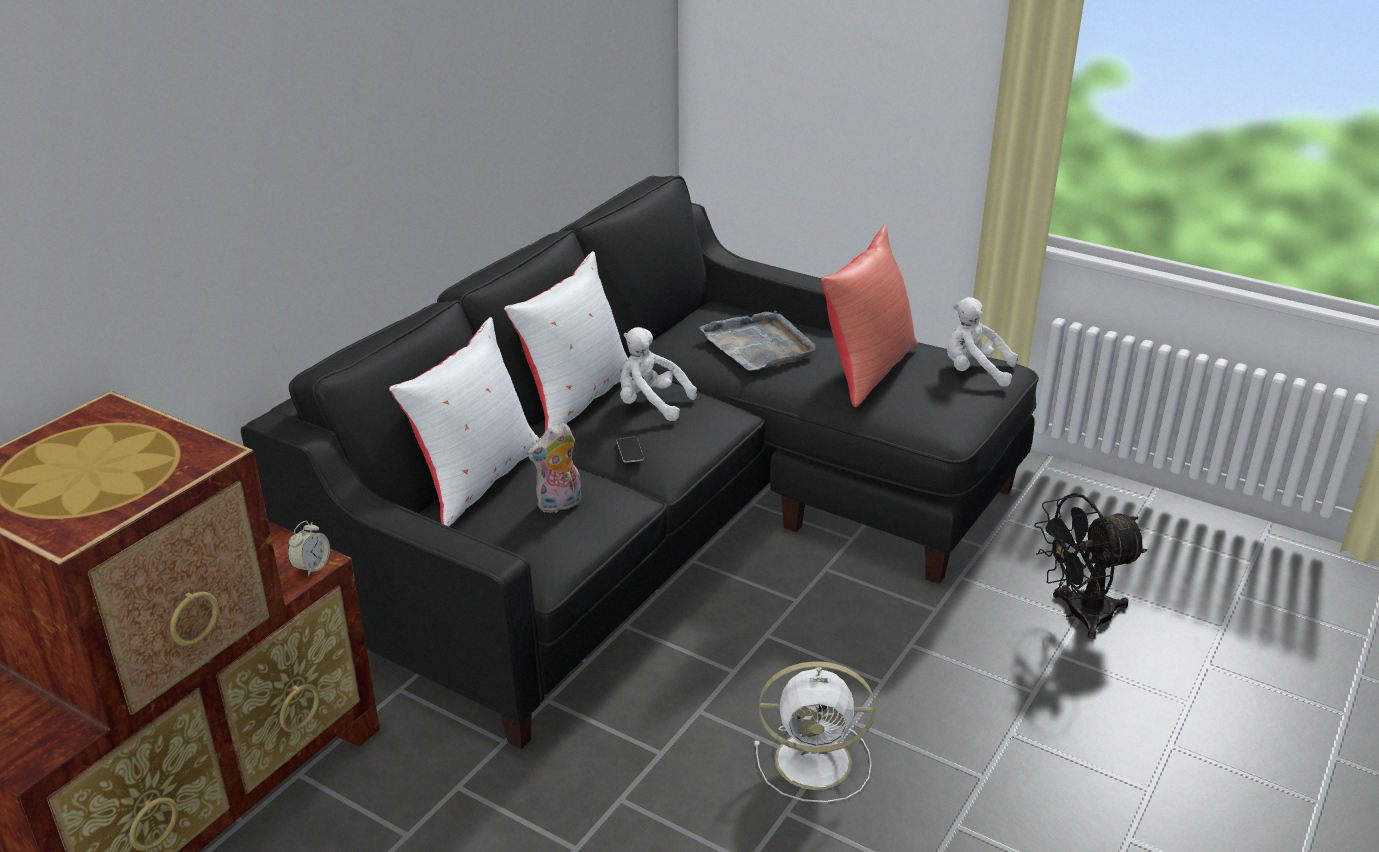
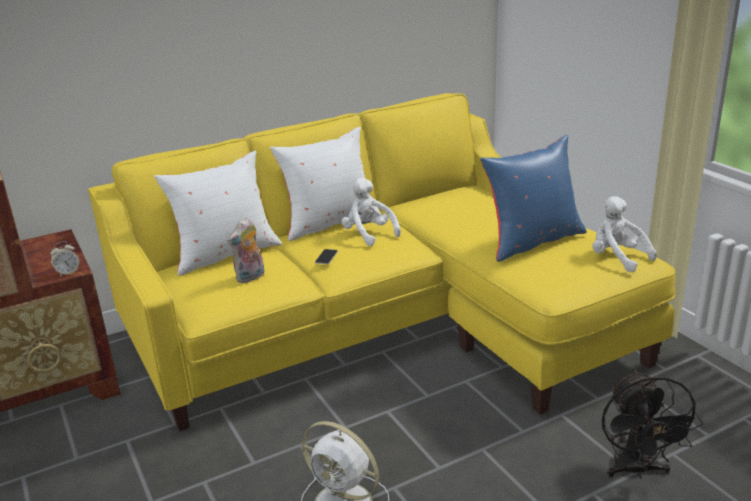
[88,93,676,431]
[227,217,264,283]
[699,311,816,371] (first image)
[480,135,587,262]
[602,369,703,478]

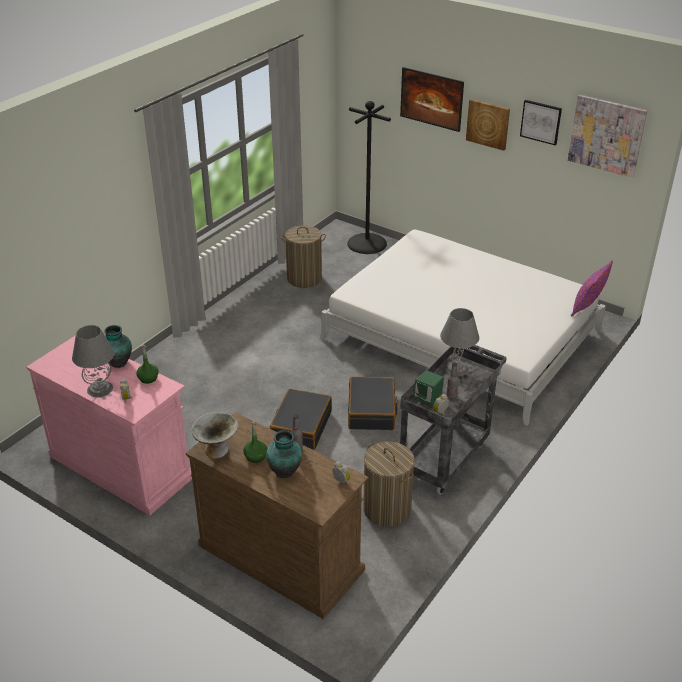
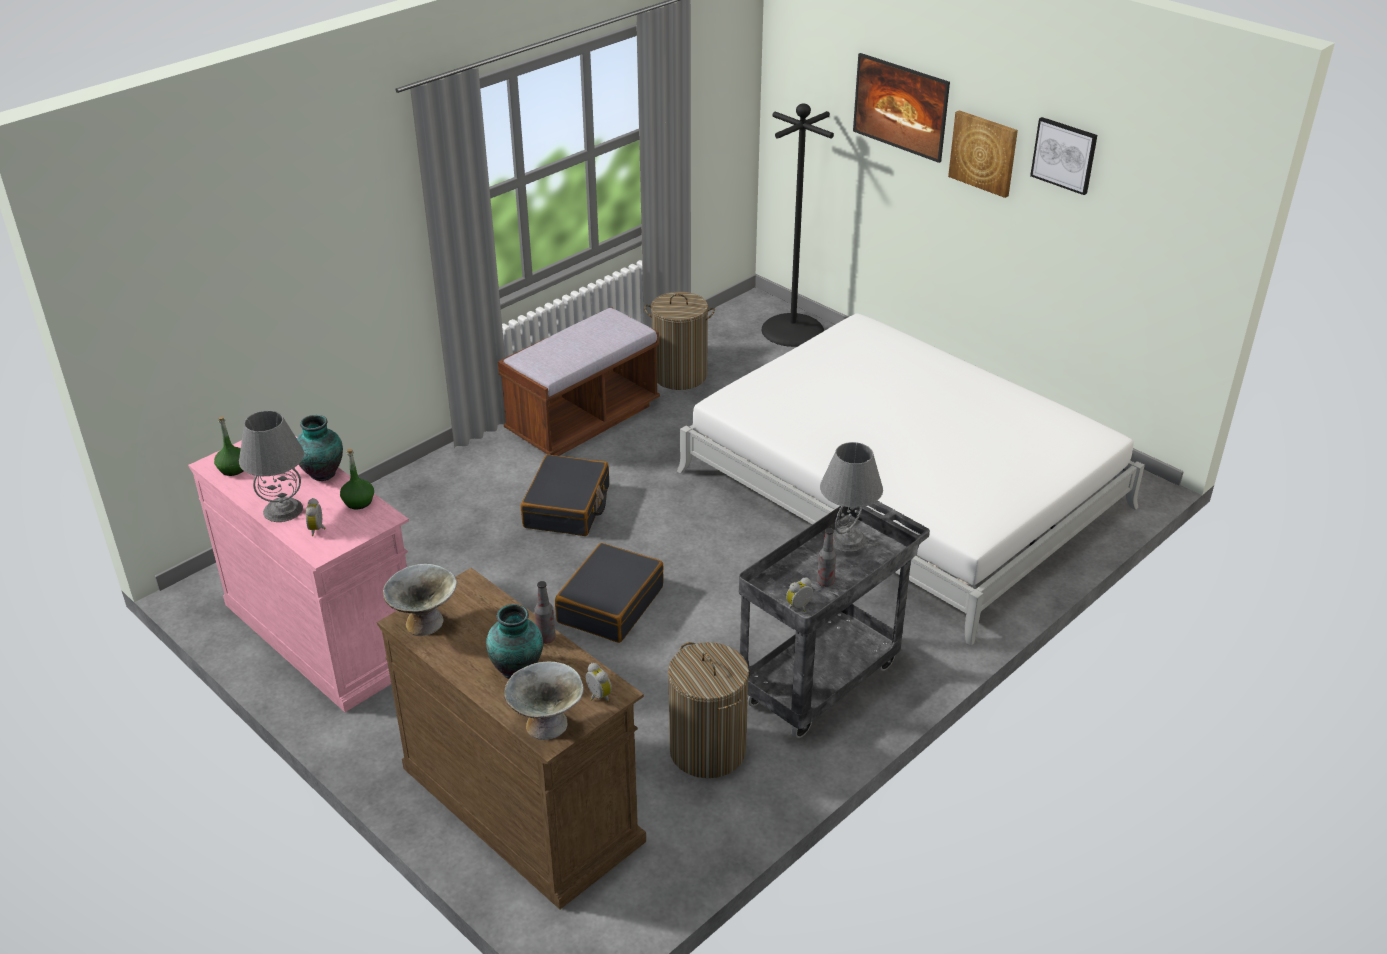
[214,417,243,476]
[521,455,609,536]
[414,370,444,407] (first image)
[568,95,648,178] (first image)
[571,260,613,317] (first image)
[498,307,660,456]
[504,662,584,740]

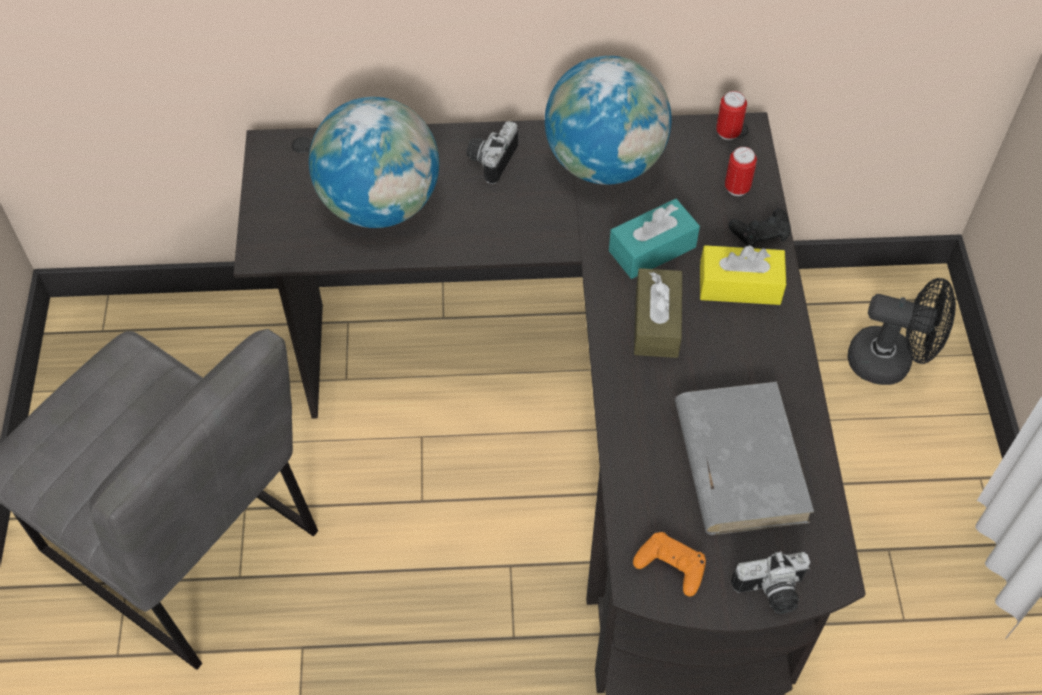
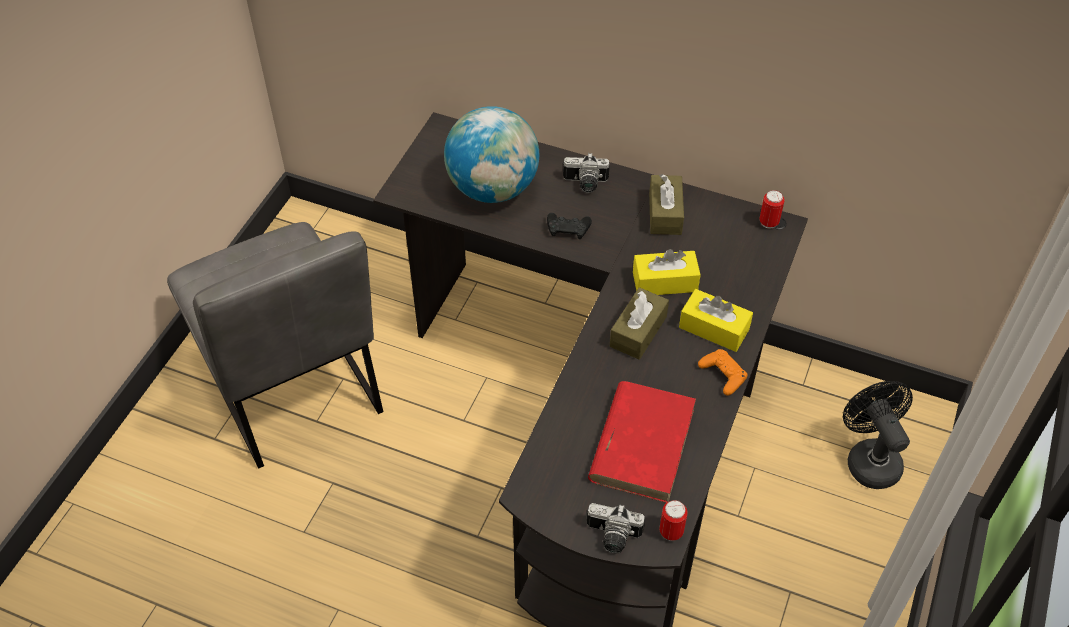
[563,153,610,193]
[649,174,684,235]
[633,249,701,295]
[698,349,747,395]
[588,381,696,503]
[659,500,688,541]
[547,213,592,239]
[843,381,913,489]

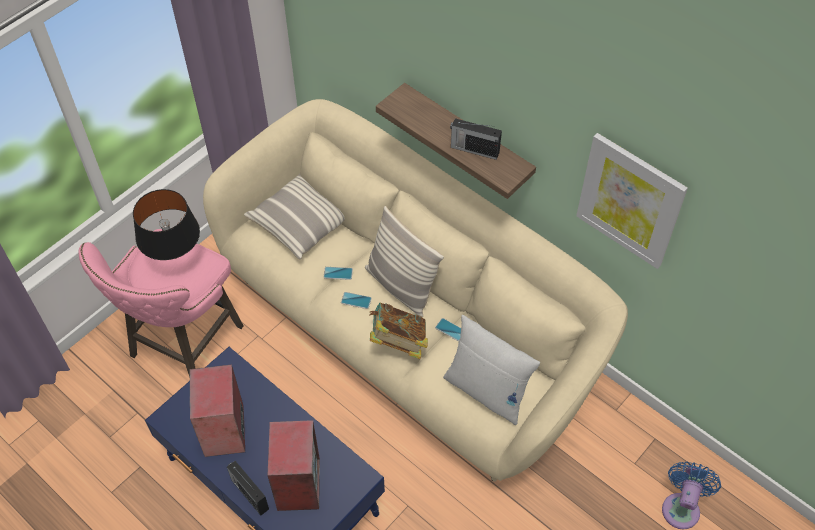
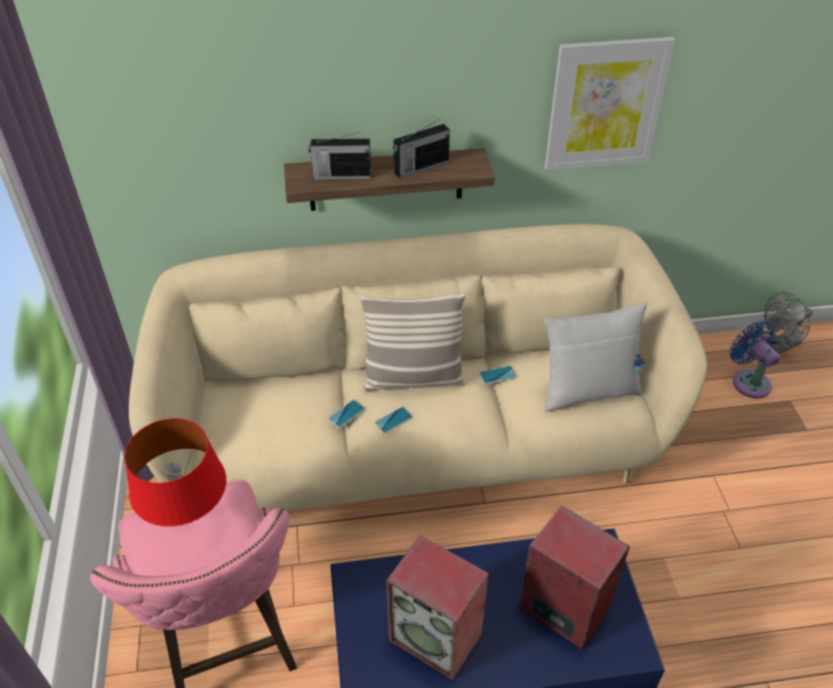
[124,418,226,527]
[308,132,371,180]
[244,174,345,259] (first image)
[369,303,428,359] (first image)
[764,292,813,354]

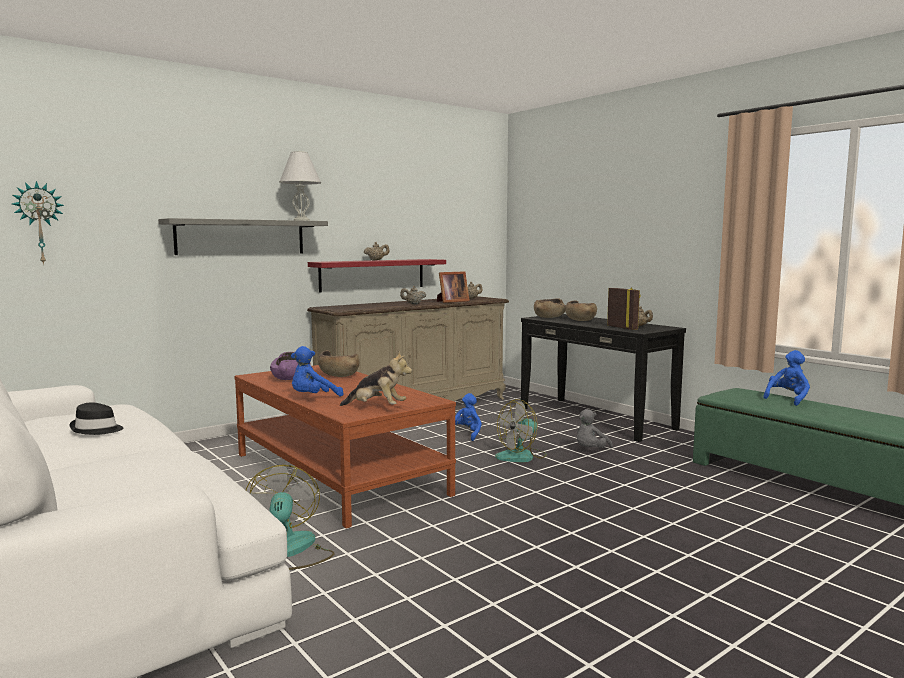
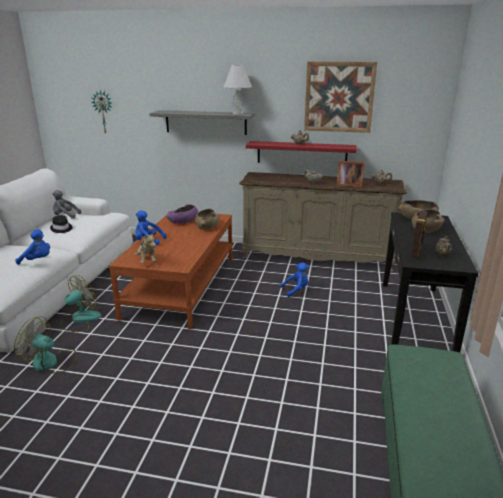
[14,316,77,374]
[52,190,81,219]
[15,229,50,265]
[304,62,377,133]

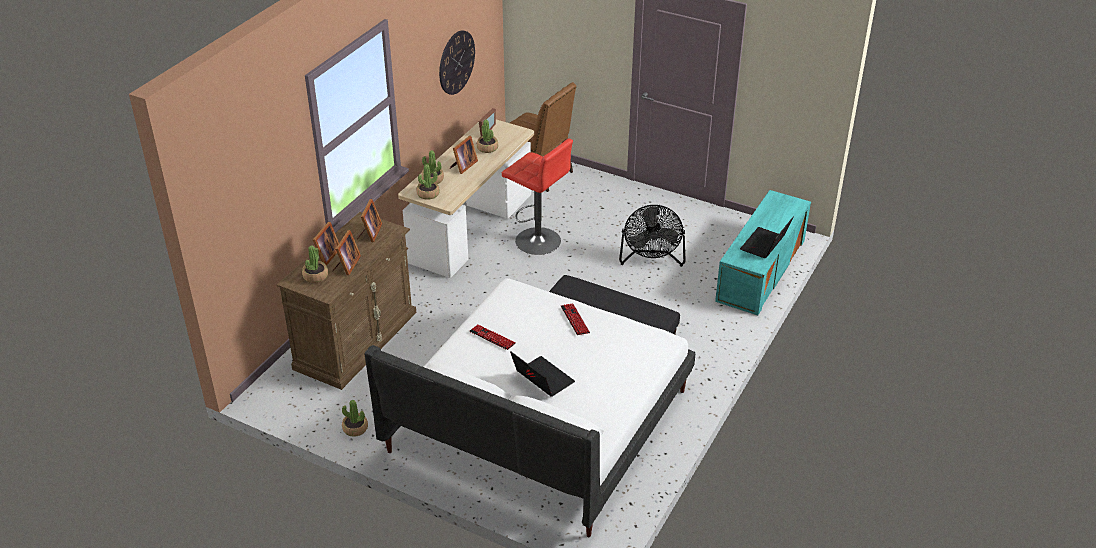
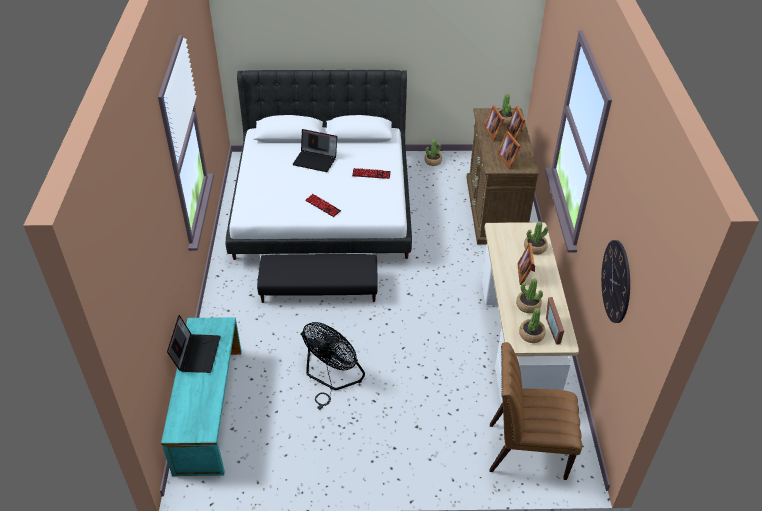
[519,308,546,343]
[502,139,573,255] (first image)
[300,322,365,410]

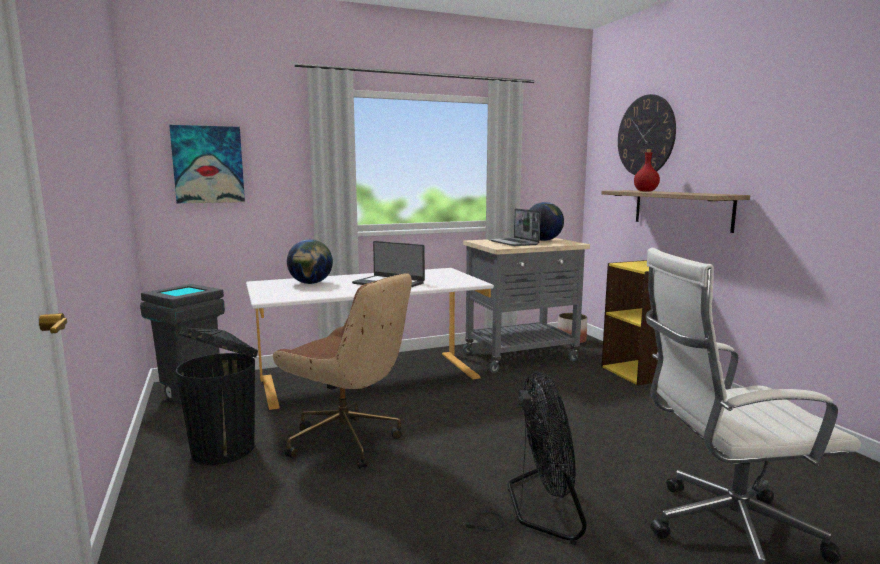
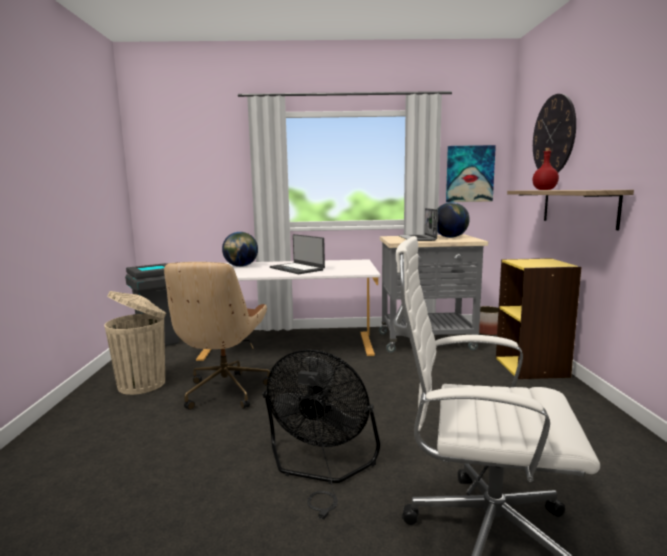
[446,145,496,202]
[104,291,166,395]
[164,262,271,410]
[262,350,380,520]

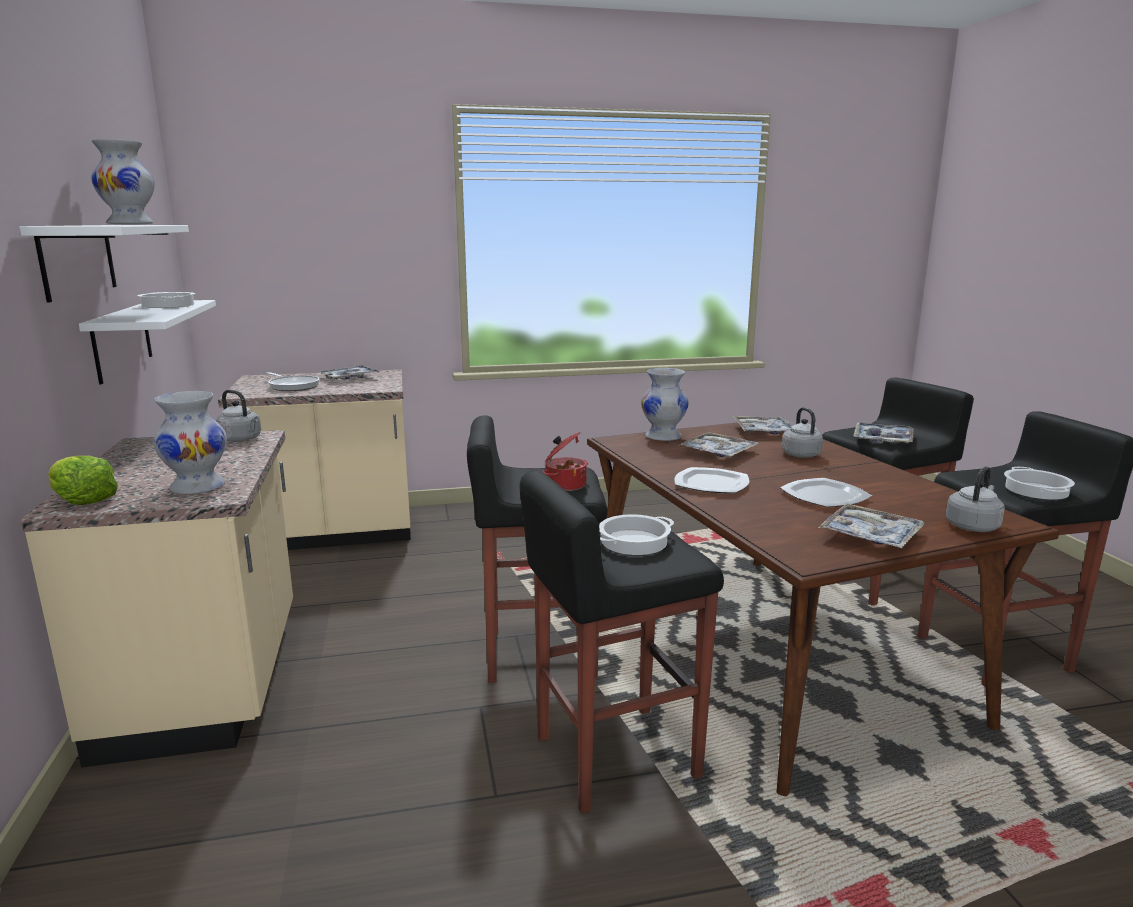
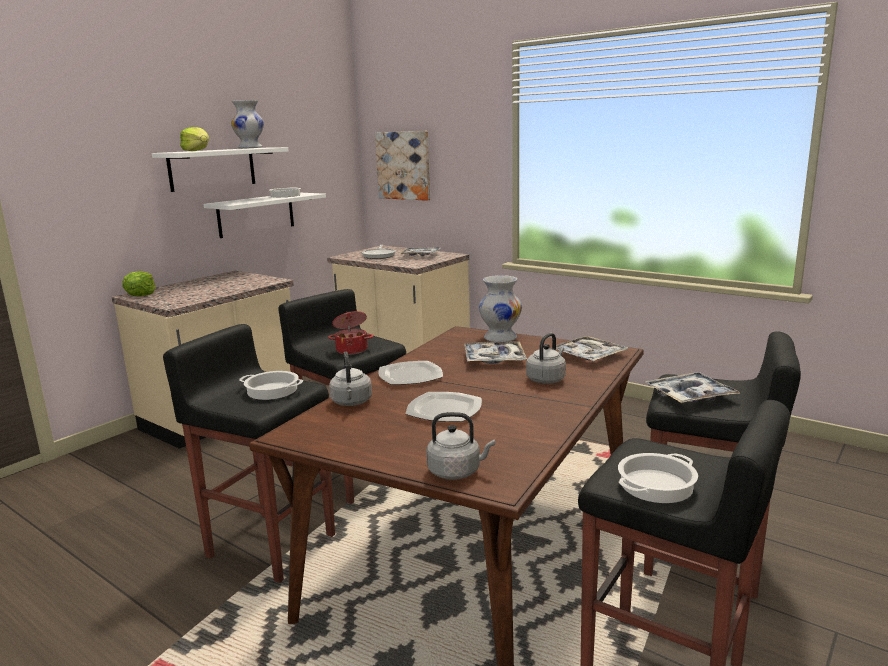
[153,391,227,494] (first image)
[329,351,372,406]
[818,504,924,548] (first image)
[180,127,209,151]
[375,131,430,201]

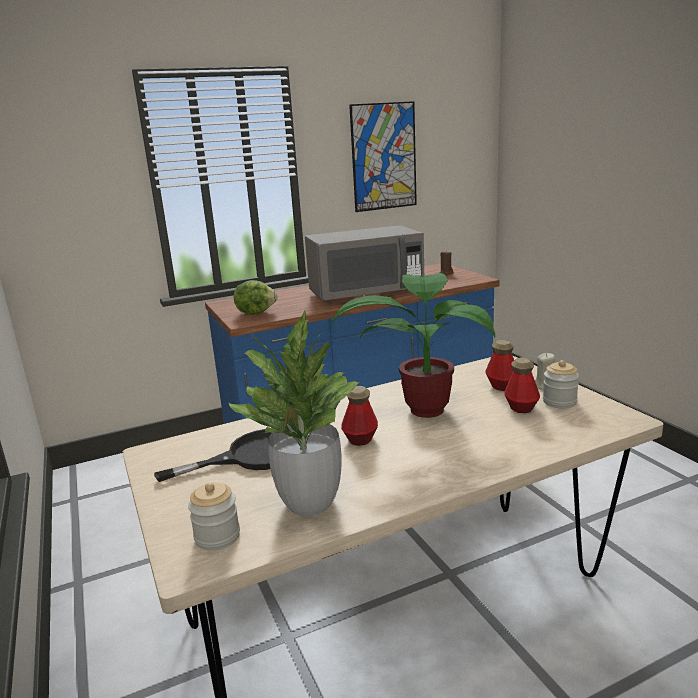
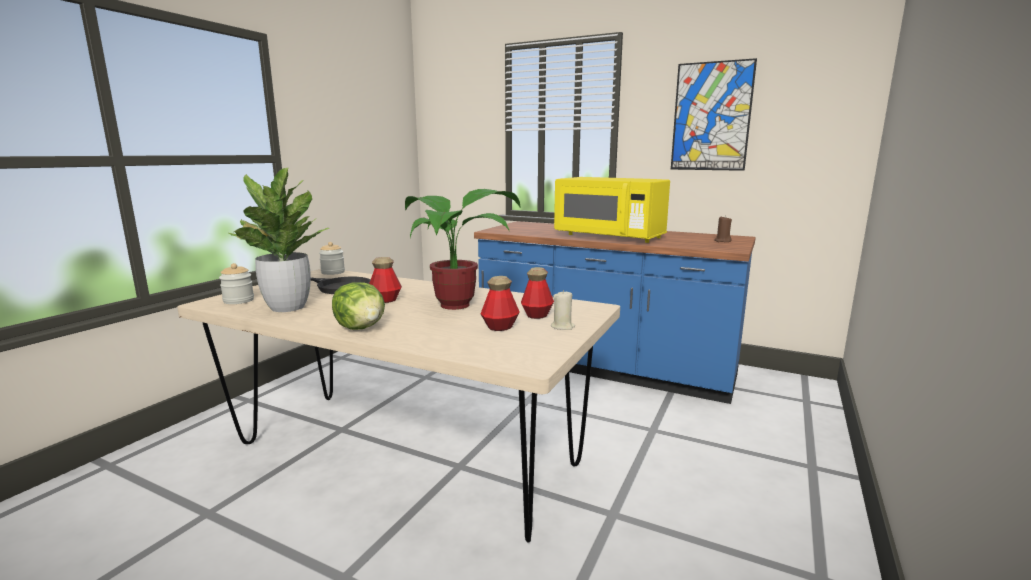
[332,282,385,330]
[554,177,670,243]
[319,242,345,275]

